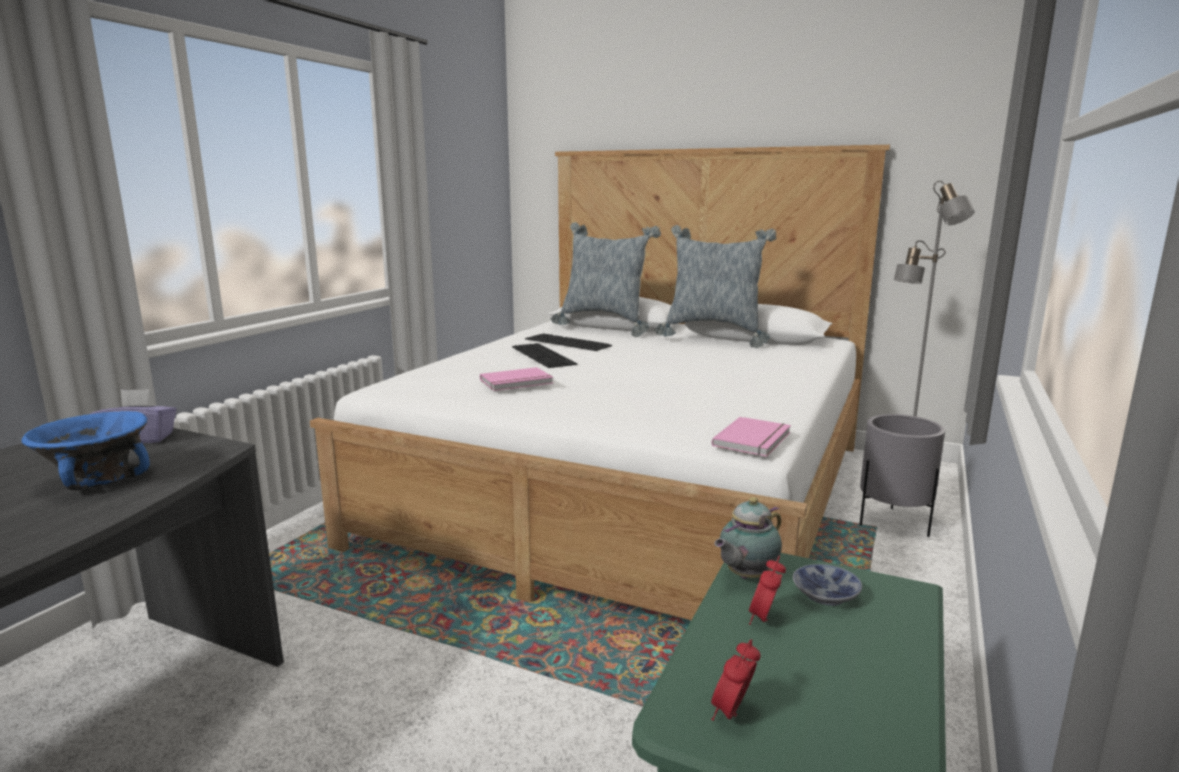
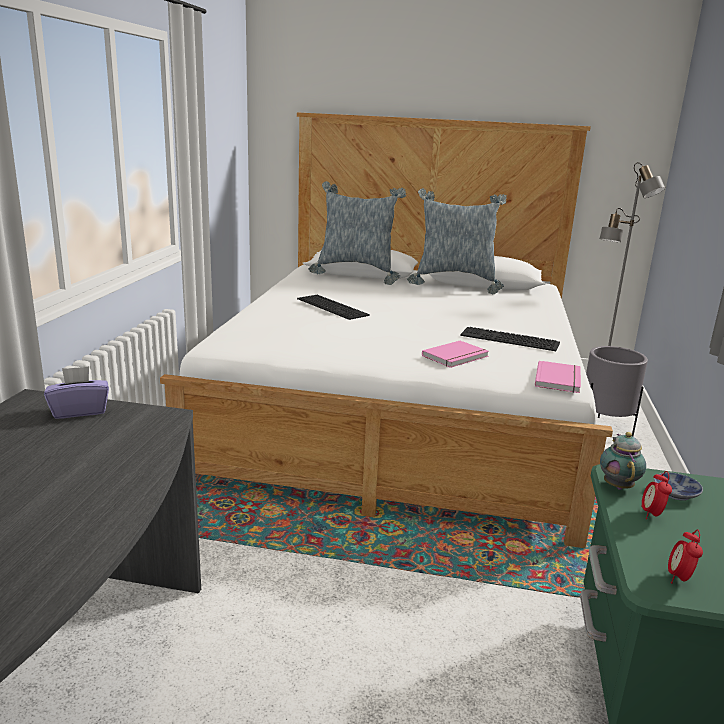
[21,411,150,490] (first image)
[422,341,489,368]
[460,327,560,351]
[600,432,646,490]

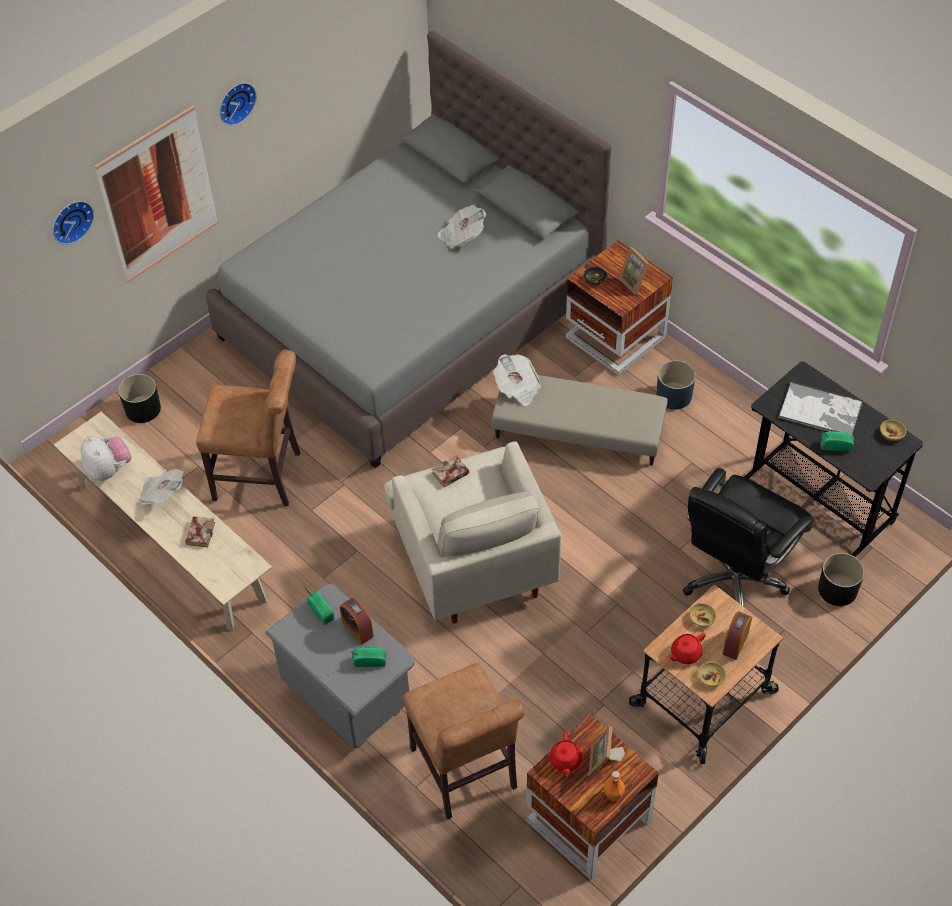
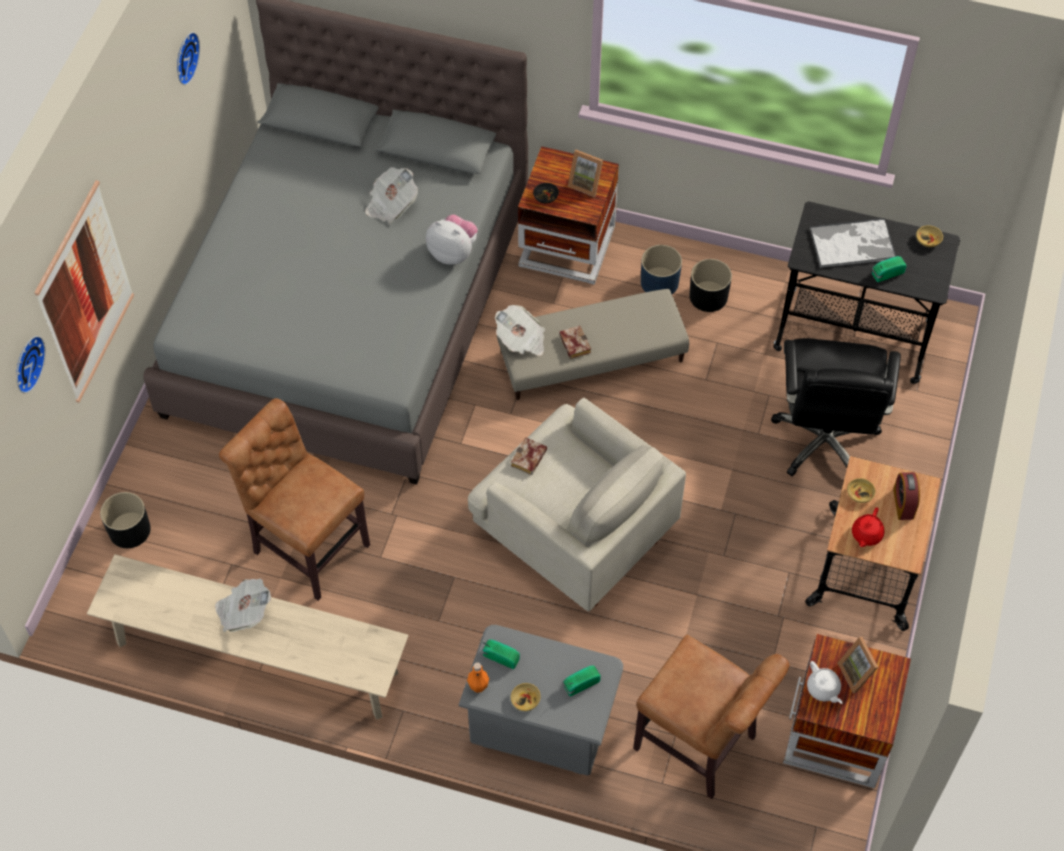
[426,215,478,265]
[559,325,591,359]
[219,398,370,601]
[177,32,200,85]
[340,598,374,644] (first image)
[807,661,842,704]
[467,663,489,693]
[511,683,540,711]
[689,259,732,312]

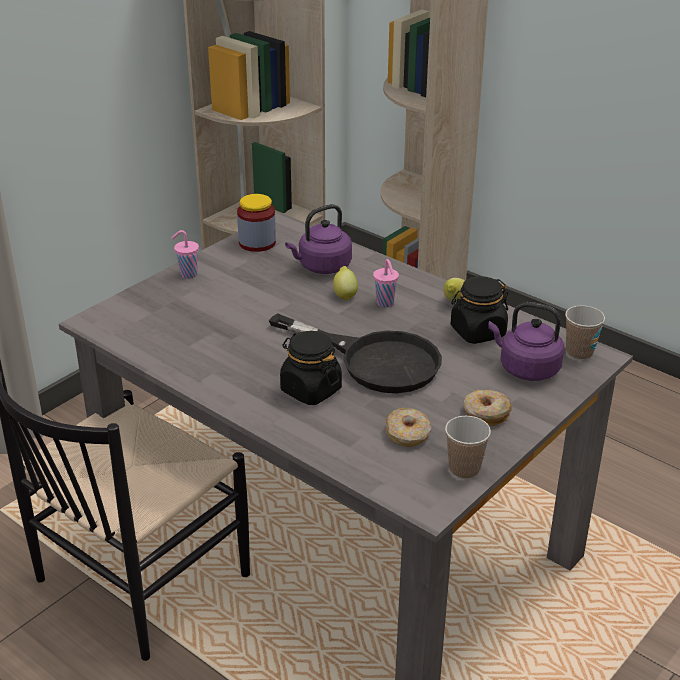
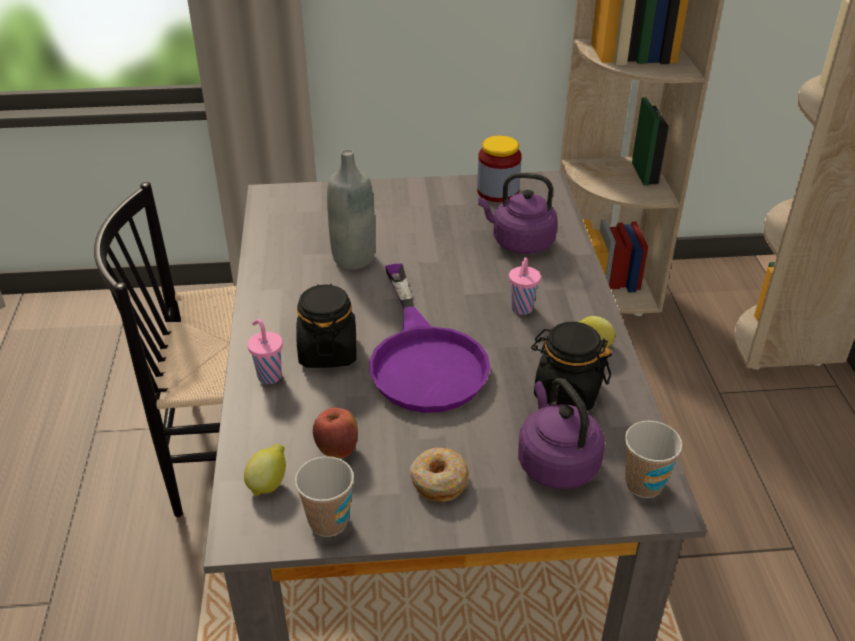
[247,319,283,384]
[369,264,490,413]
[244,444,286,497]
[313,408,358,459]
[327,149,375,270]

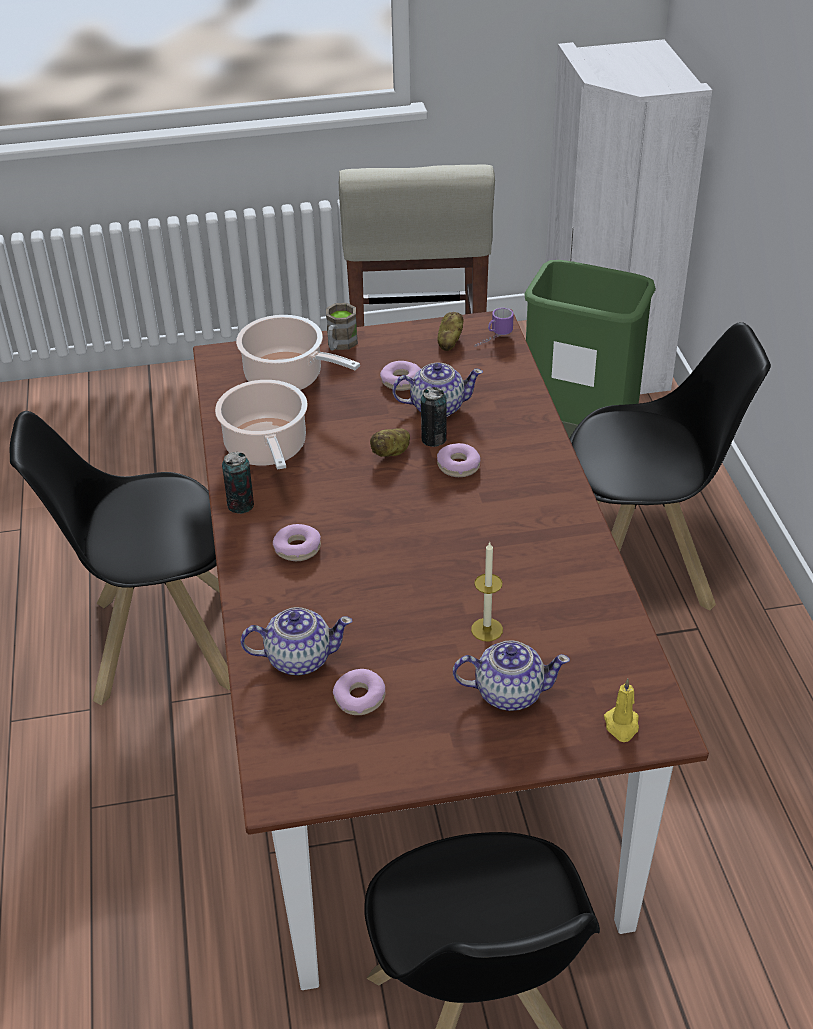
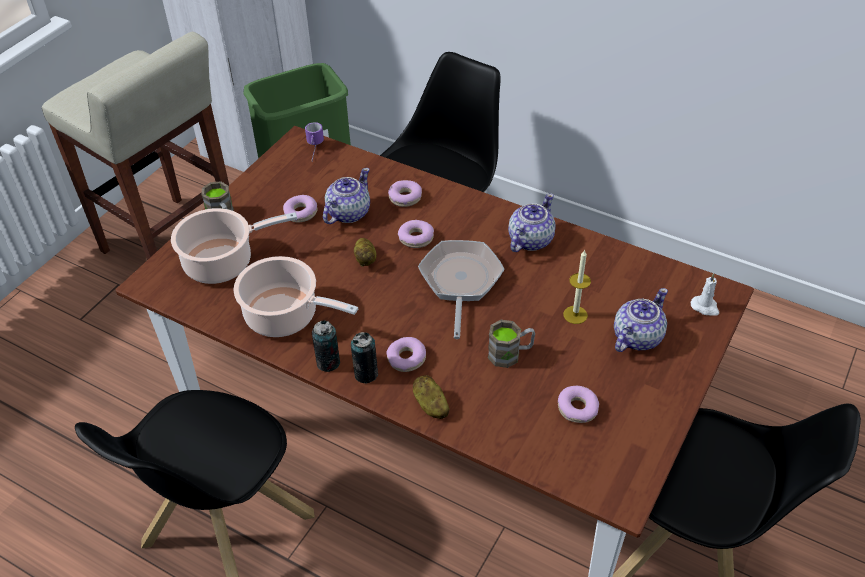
[508,193,556,252]
[351,332,378,383]
[413,375,450,419]
[691,273,719,316]
[388,180,422,207]
[418,240,504,339]
[488,320,535,368]

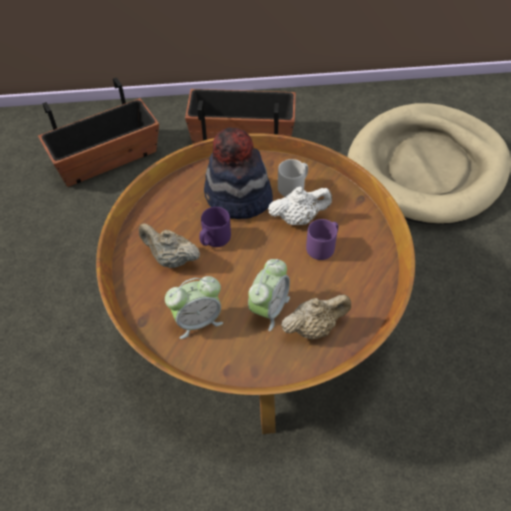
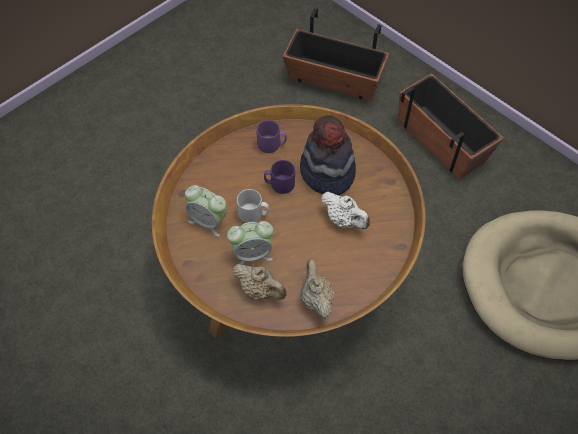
[300,259,335,319]
[237,189,269,223]
[256,120,287,153]

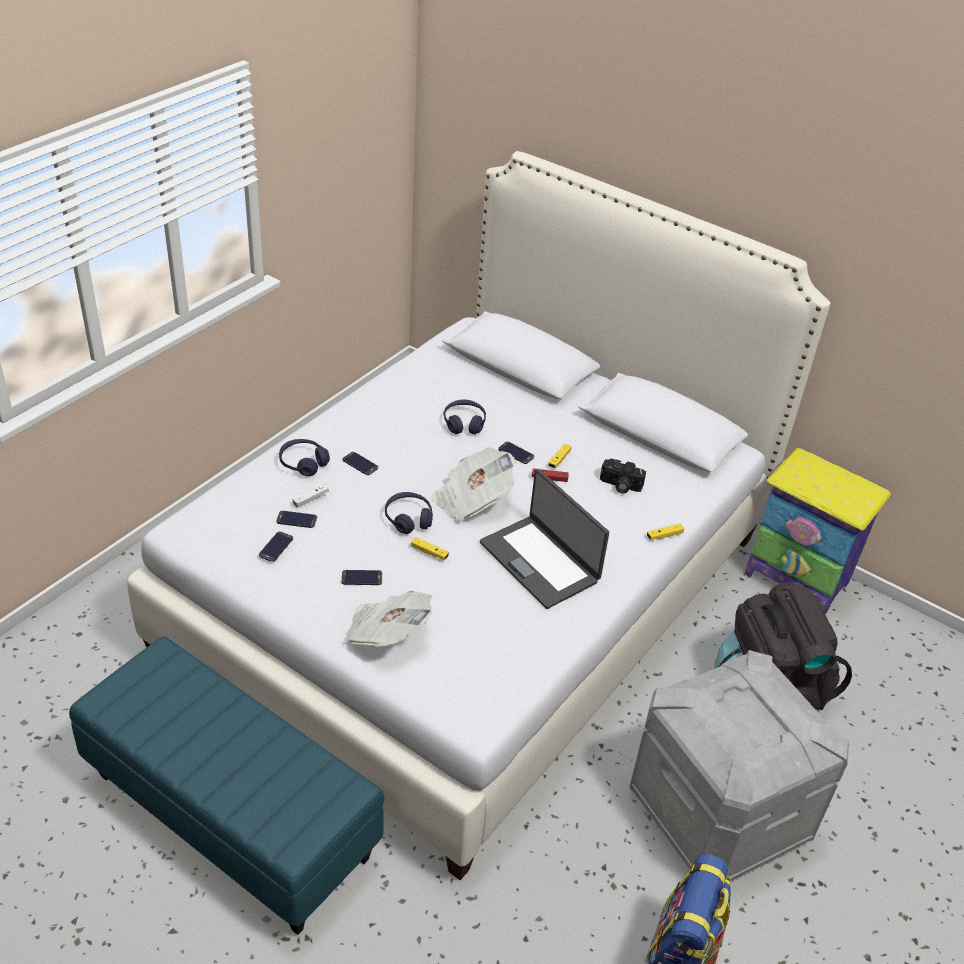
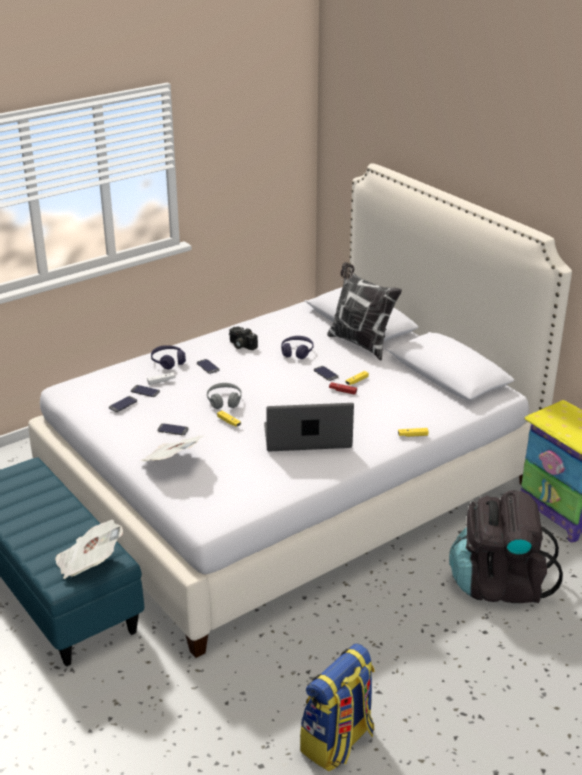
[207,383,242,409]
[55,520,123,579]
[264,403,354,451]
[229,326,258,350]
[630,650,849,881] (first image)
[327,262,402,361]

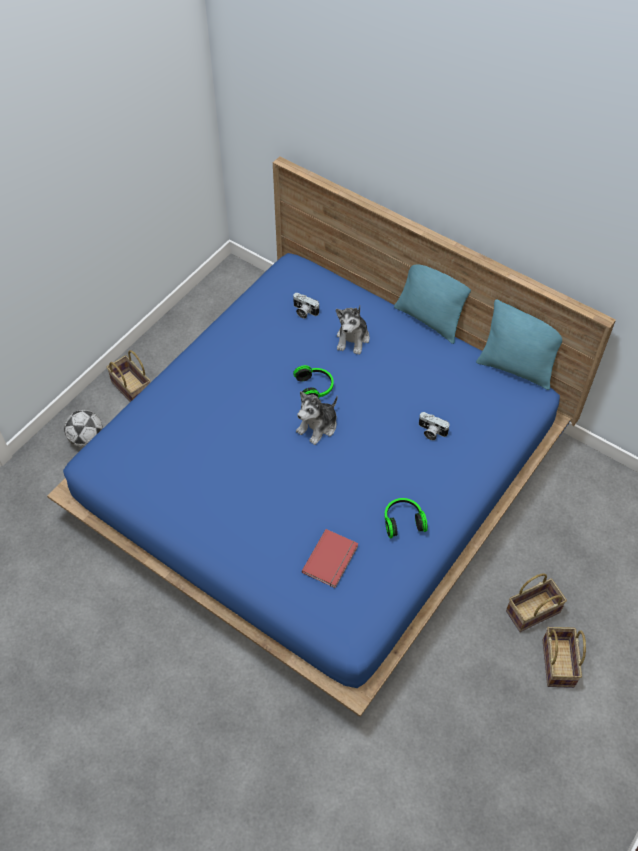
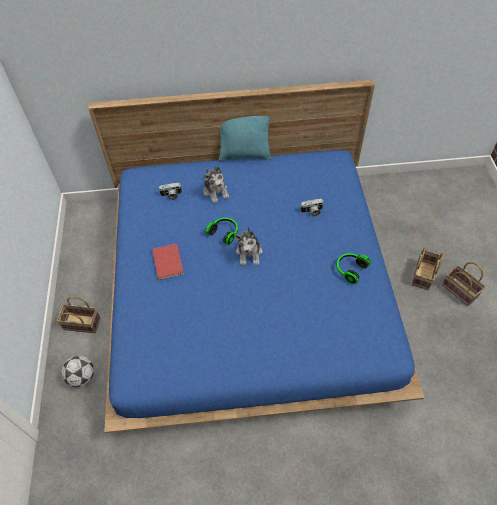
[152,244,184,280]
[476,299,562,390] (first image)

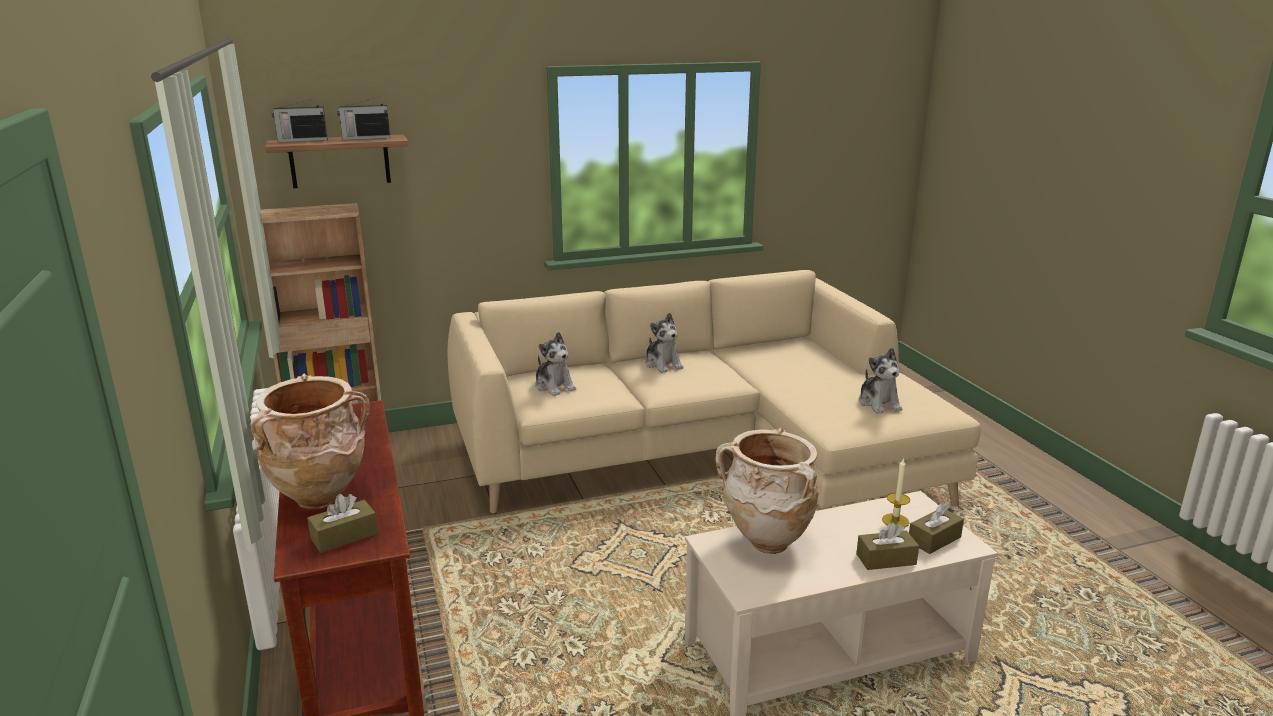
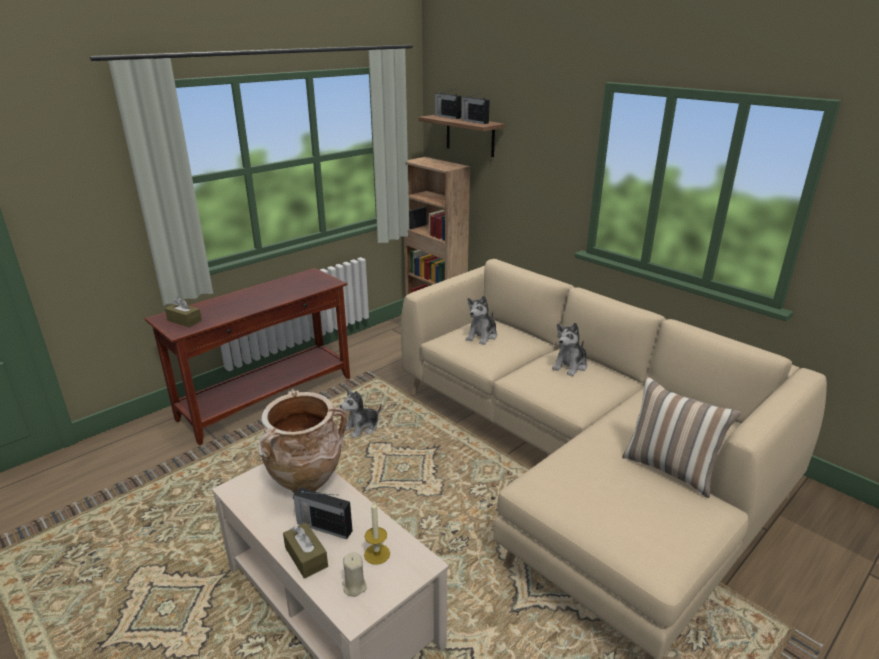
[250,374,370,510] (first image)
[340,389,382,438]
[342,552,367,597]
[293,487,353,539]
[622,377,741,498]

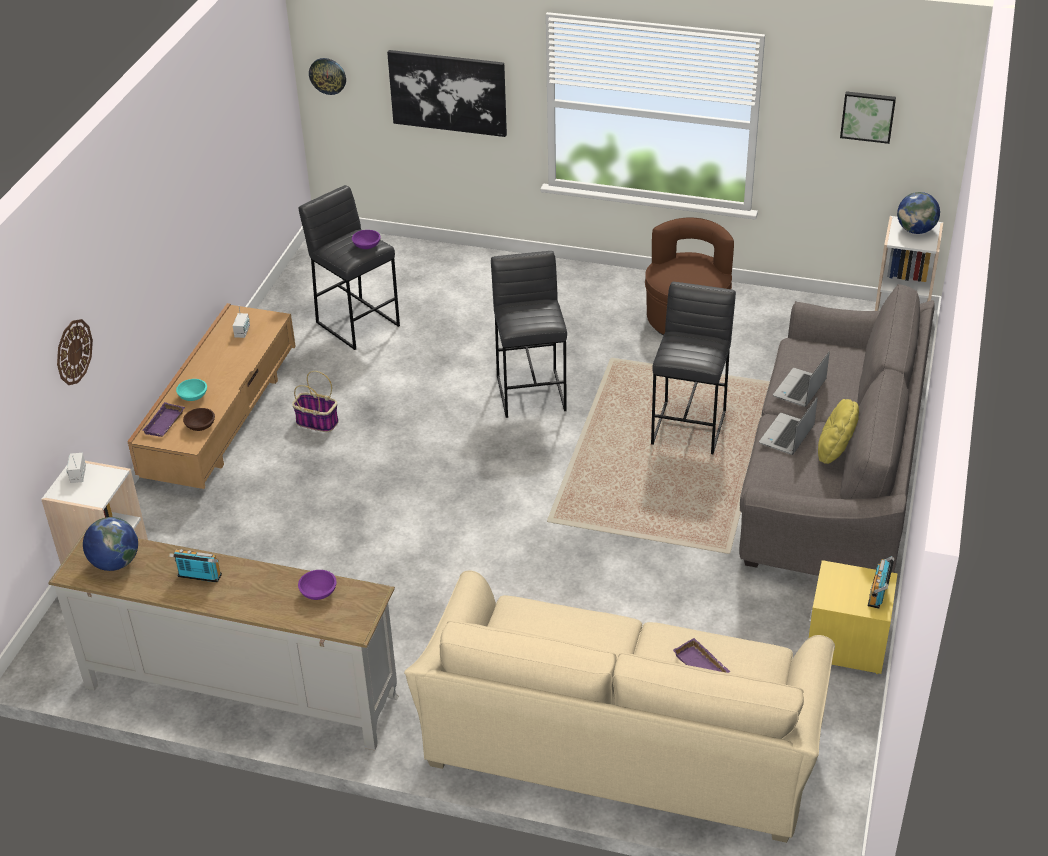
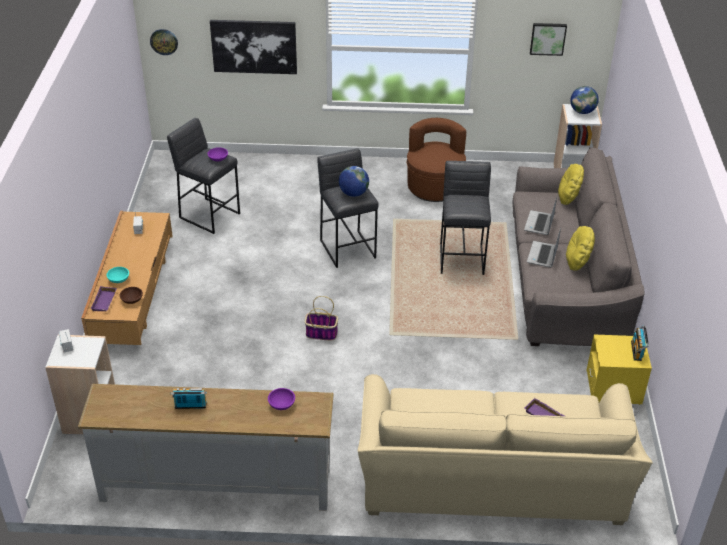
[57,319,93,385] (first image)
[339,166,369,197]
[305,296,338,341]
[558,164,584,205]

